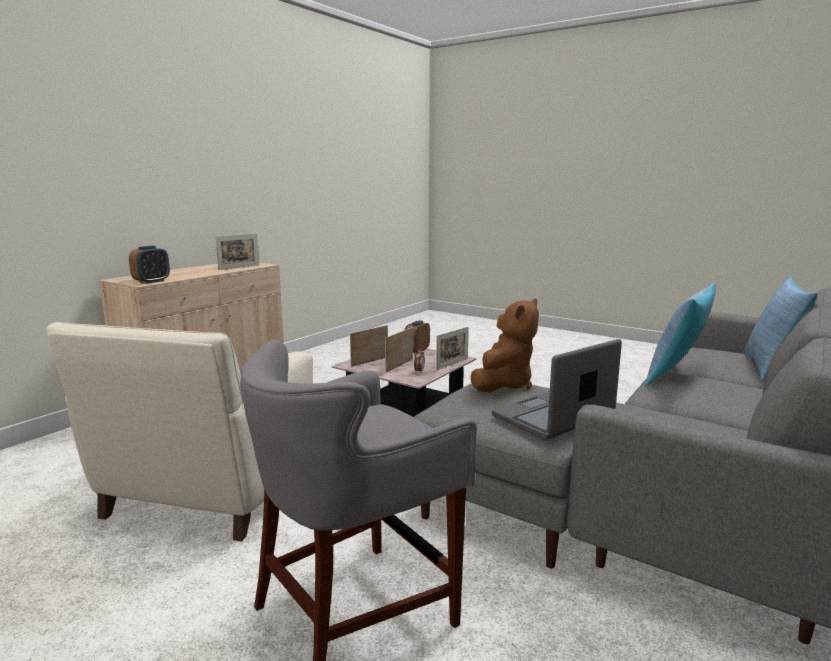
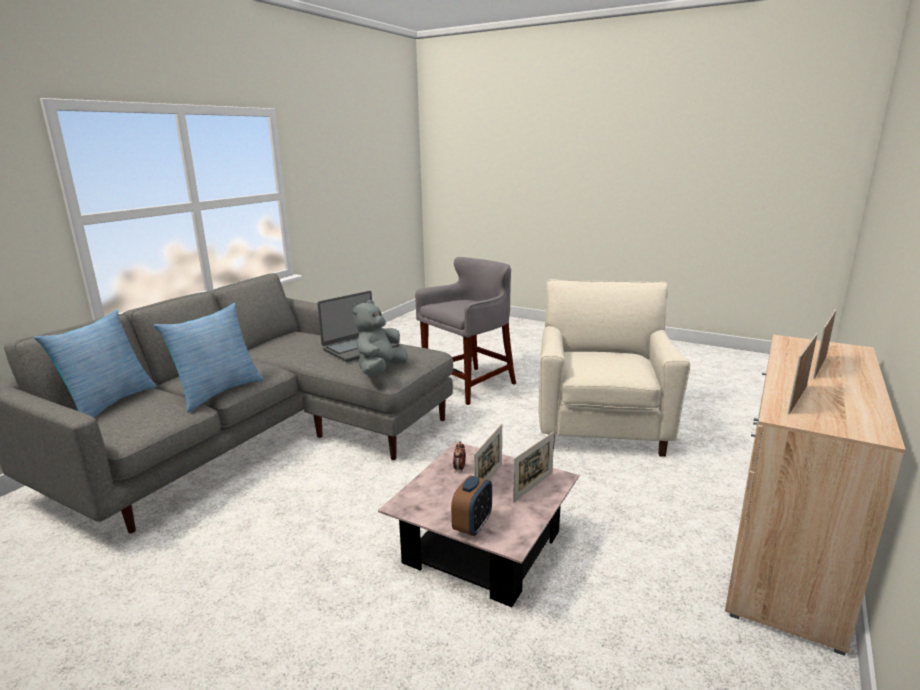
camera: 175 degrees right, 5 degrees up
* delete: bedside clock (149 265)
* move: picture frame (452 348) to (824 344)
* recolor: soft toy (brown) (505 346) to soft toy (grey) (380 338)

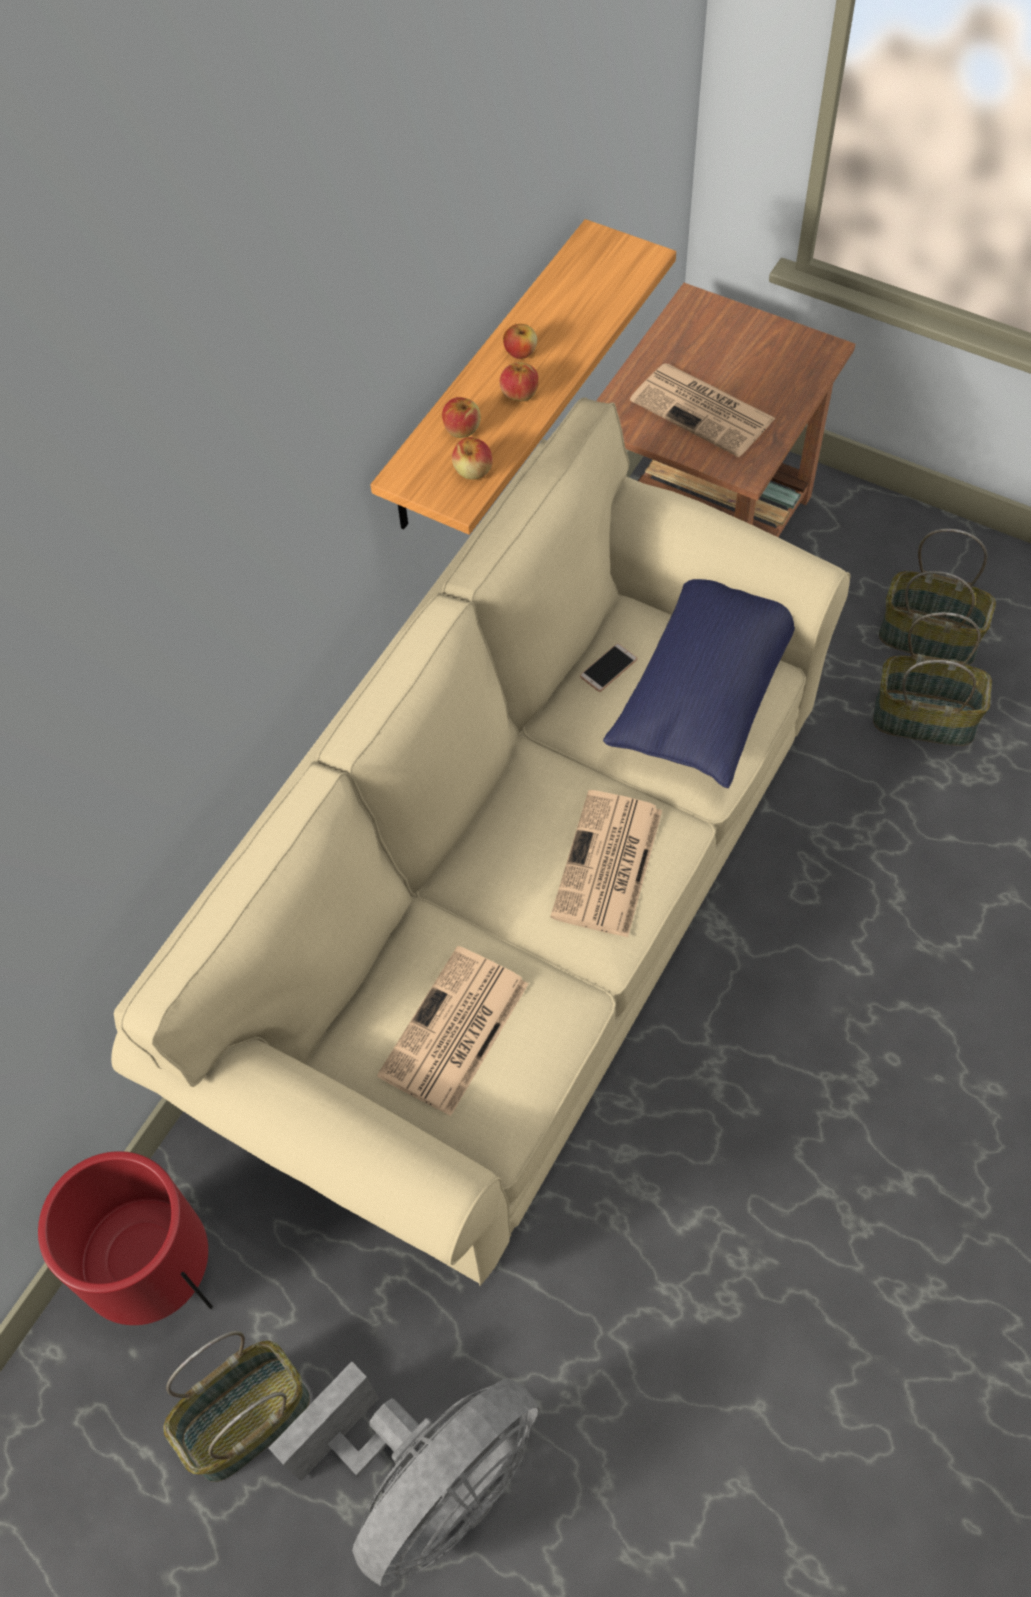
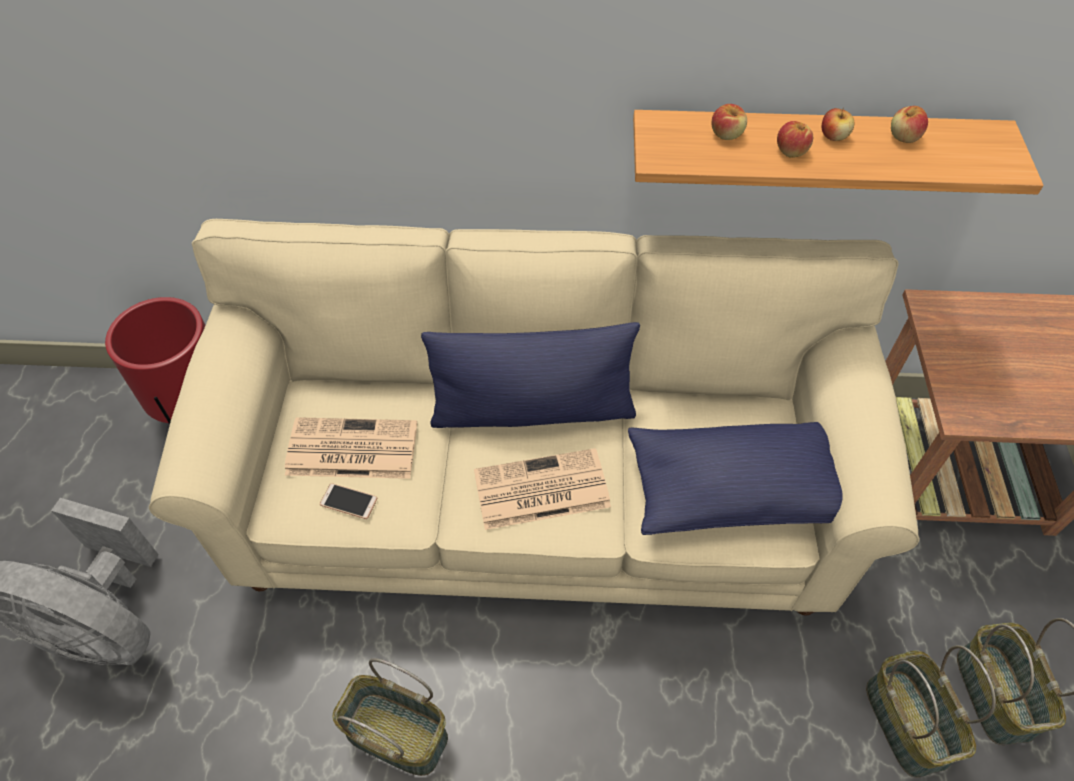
camera: 60 degrees right, 5 degrees down
* move: basket (236 1406) to (390 717)
* move: whole apple (472 458) to (909 124)
* move: phone (608 667) to (348 501)
* delete: printed paper (703 410)
* insert: pillow (blue-coloured) (530 375)

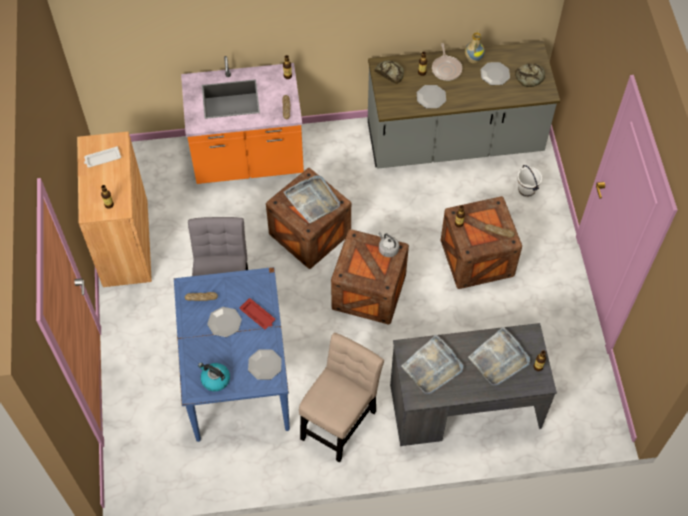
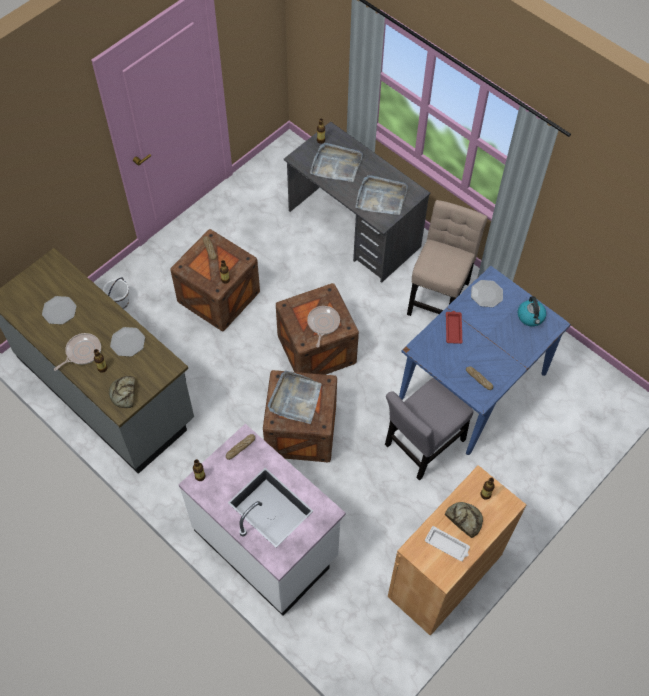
camera: 130 degrees left, 0 degrees up
* recolor: counter (orange) (242 120) to counter (white-coloured) (262 520)
* delete: flat dish (224 322)
* rotate: chair (sand-coloured) (341 397) = (447 258) 120 degrees clockwise
* delete: tea kettle (grey) (388 244)
* delete: vase (475 46)
* move: bakery bread (530 75) to (464 520)
* insert: frying pan (323 326)

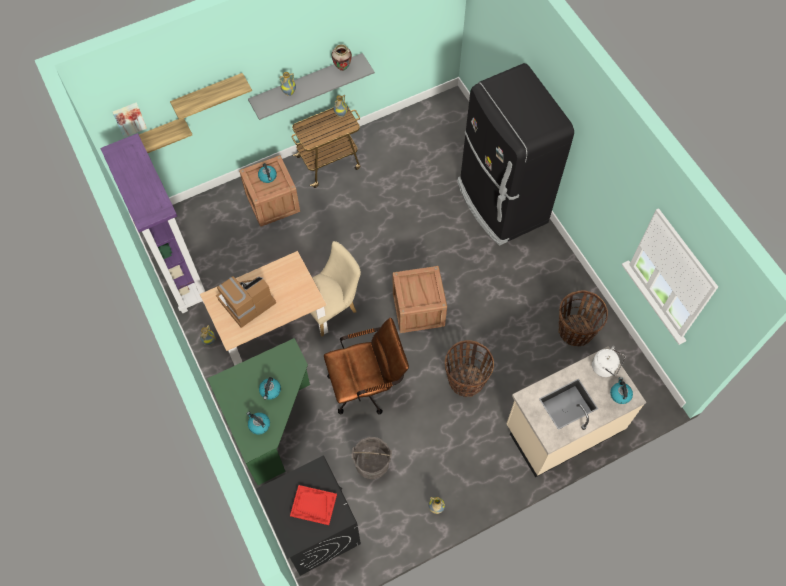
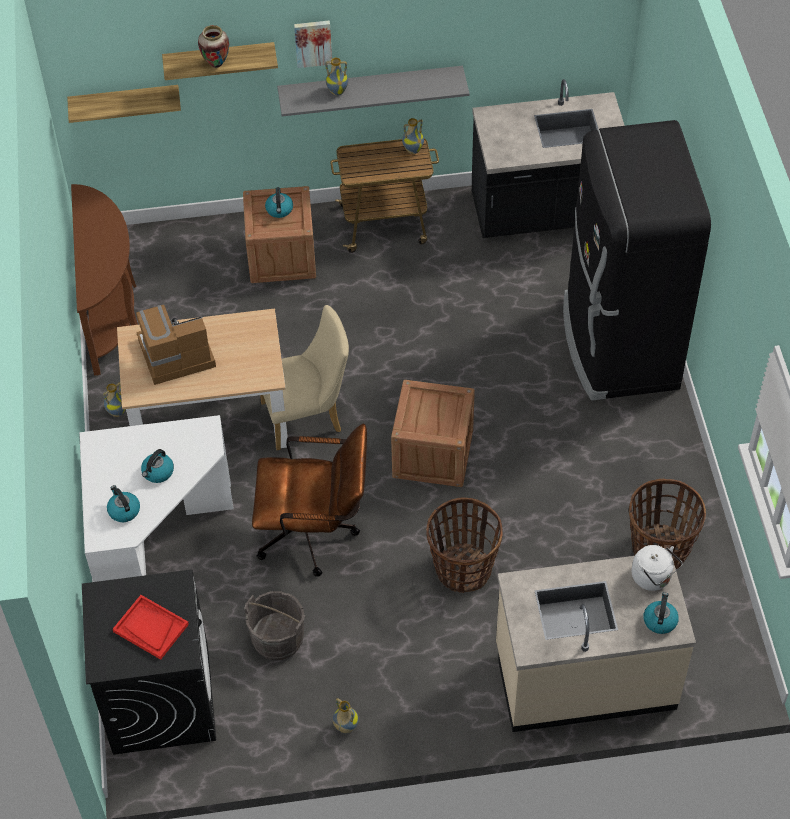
camera: 20 degrees right, 10 degrees down
* replace: bookshelf (purple-coloured) (152 223) to hall table (brown) (104 280)
* move: wall art (130 119) to (313 44)
* recolor: desk table (green) (258 411) to desk table (white-coloured) (156 498)
* move: vase (342 57) to (213 46)
* insert: counter (black) (548 158)

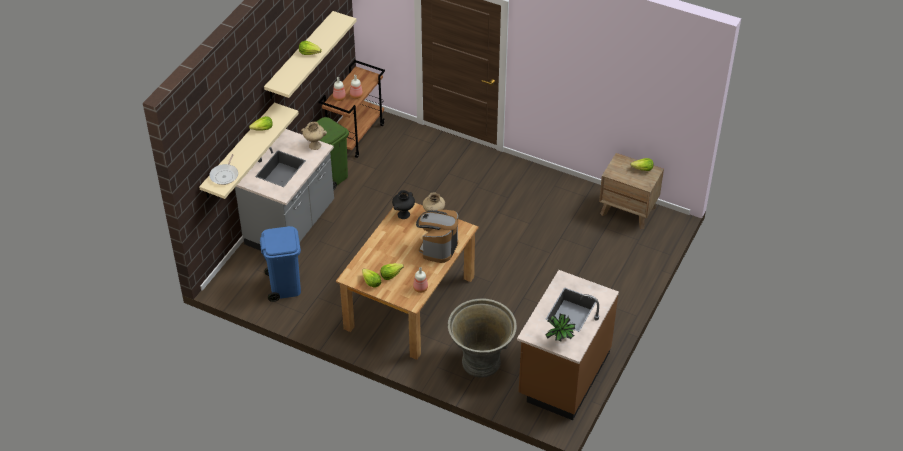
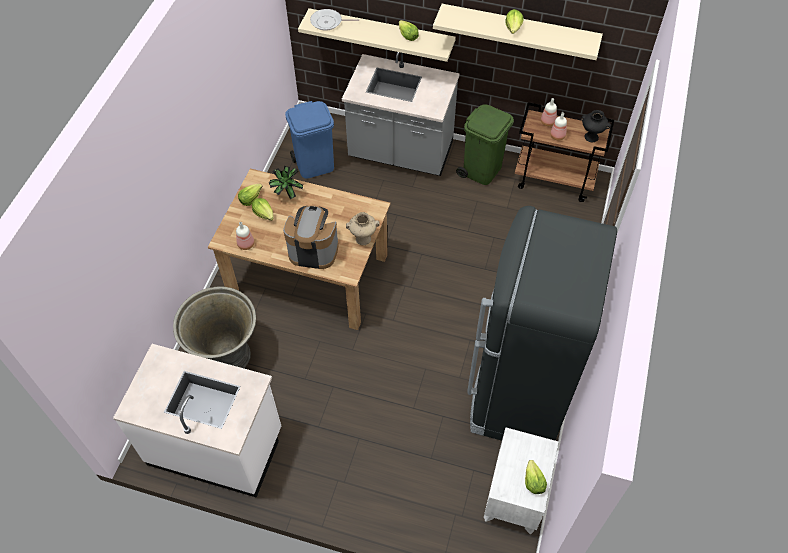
camera: 80 degrees right, 10 degrees up
* delete: vase (sand-coloured) (314 136)
* move: vase (black) (403 204) to (596 126)
* recolor: counter (brown) (568 345) to counter (white-coloured) (197 421)
* move: plant in a pot (560 327) to (286 182)
* recolor: nightstand (brown) (631 191) to nightstand (white-coloured) (521 481)
* insert: fridge (black) (542 323)

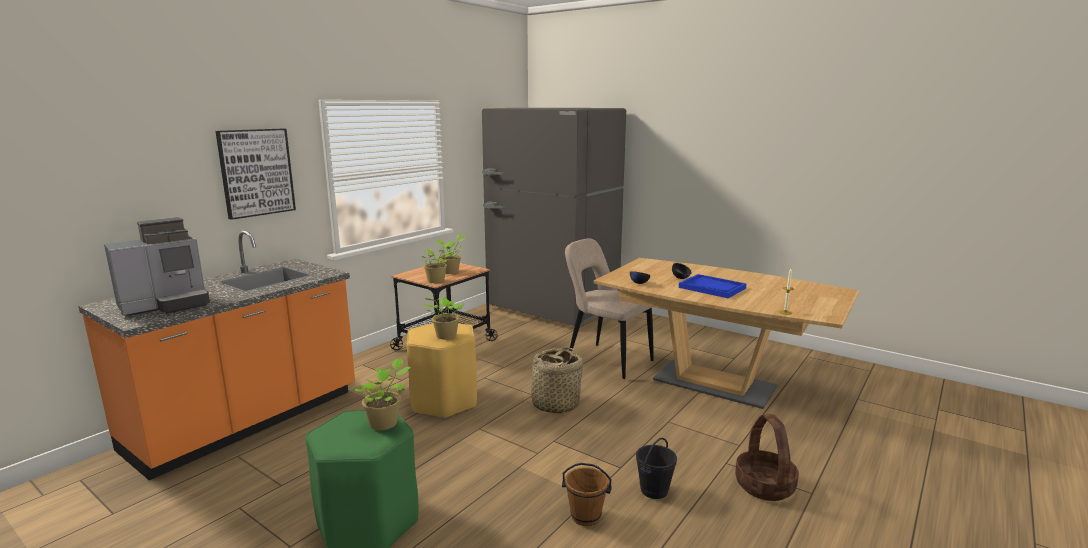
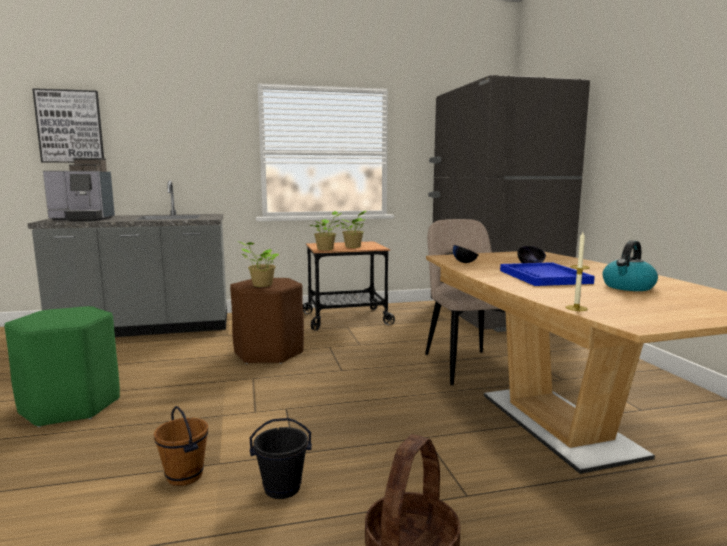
camera: 40 degrees right, 5 degrees down
* recolor: counter (orange) (216 355) to counter (grey) (127 258)
* move: wall art (255 174) to (68 125)
* delete: plant in a pot (381 394)
* recolor: stool (yellow) (441 370) to stool (brown) (267 321)
* delete: basket (553 380)
* insert: tea kettle (630 265)

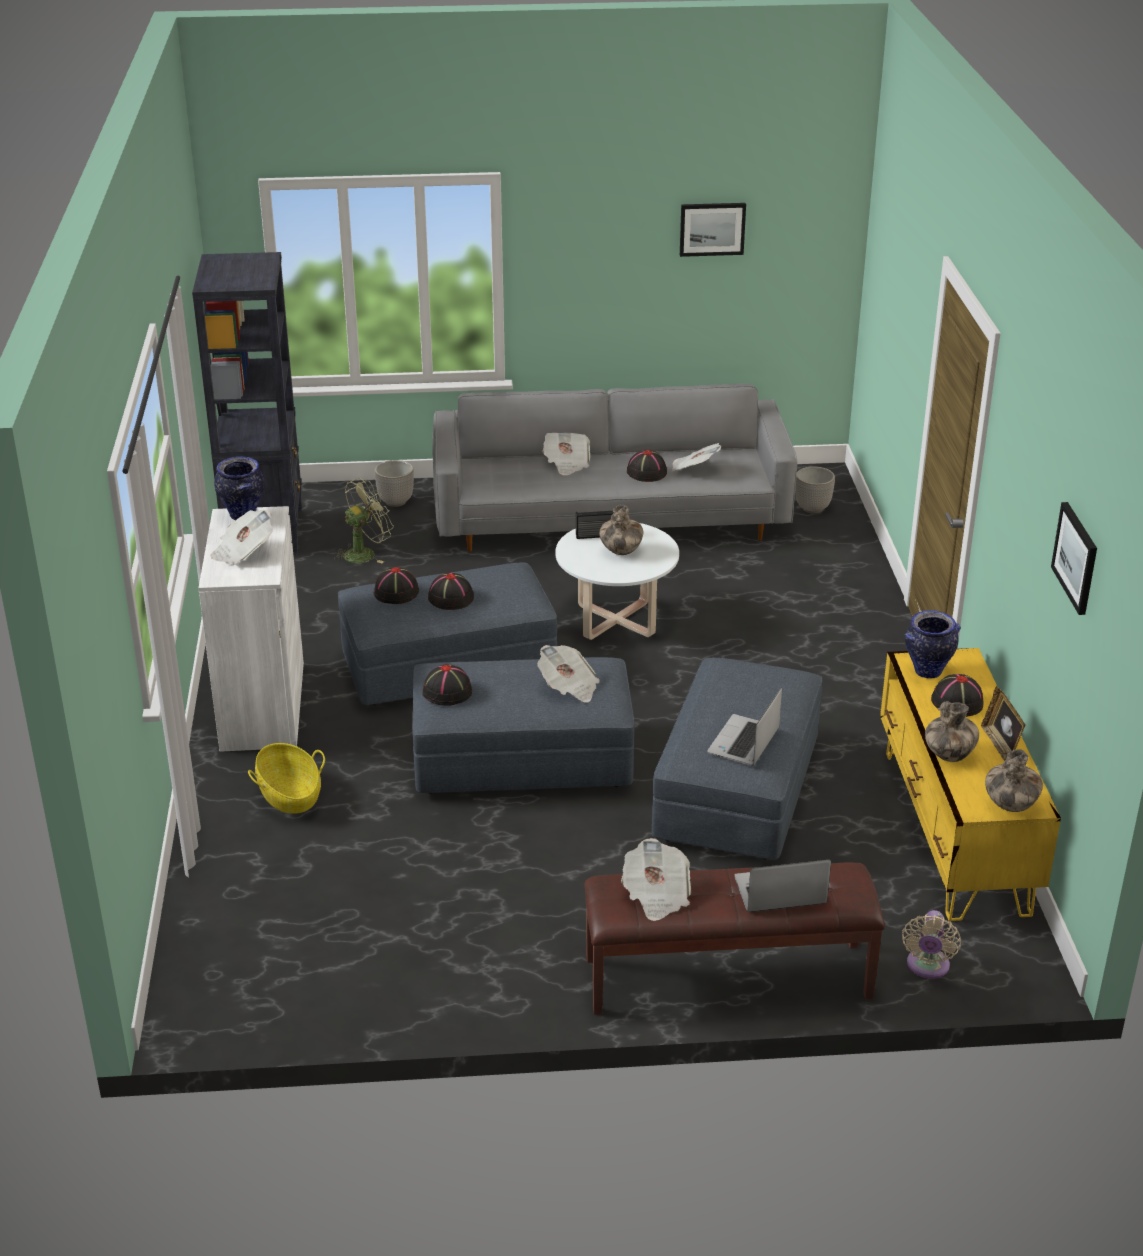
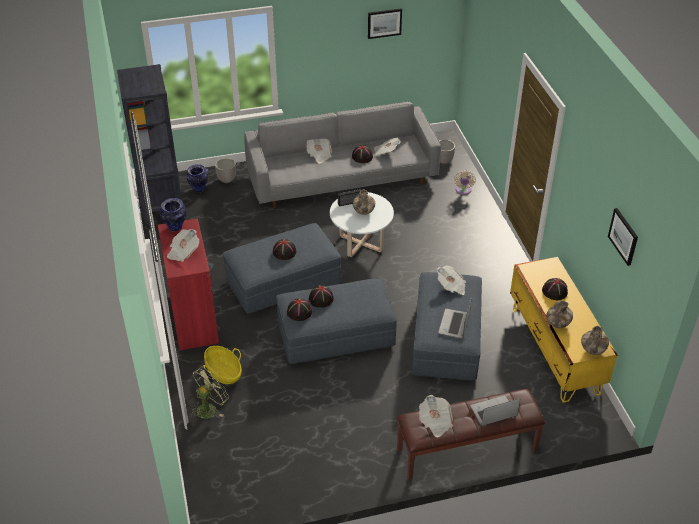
camera: 10 degrees left, 10 degrees up
* recolor: cupboard (white-coloured) (251 629) to cupboard (red-coloured) (188 284)
* move: cooling fan (green) (364 520) to (210 393)
* move: hat (black) (396 585) to (321 296)
* move: printed paper (568 674) to (451 280)
* move: cooling fan (sand-coloured) (931 944) to (465 182)
* move: vase (933 644) to (196 178)
* delete: picture frame (1003 723)

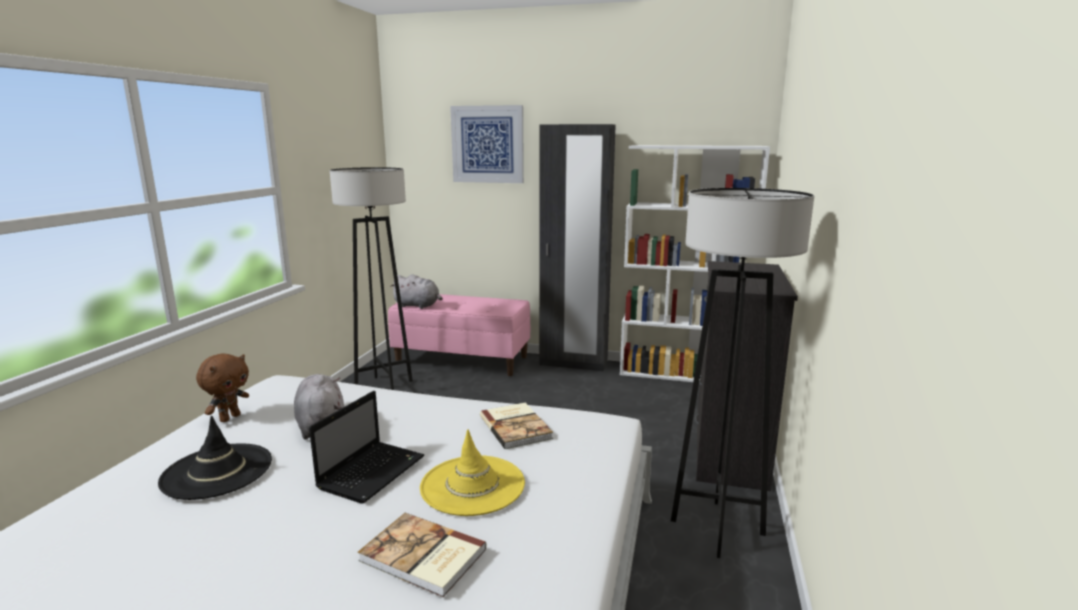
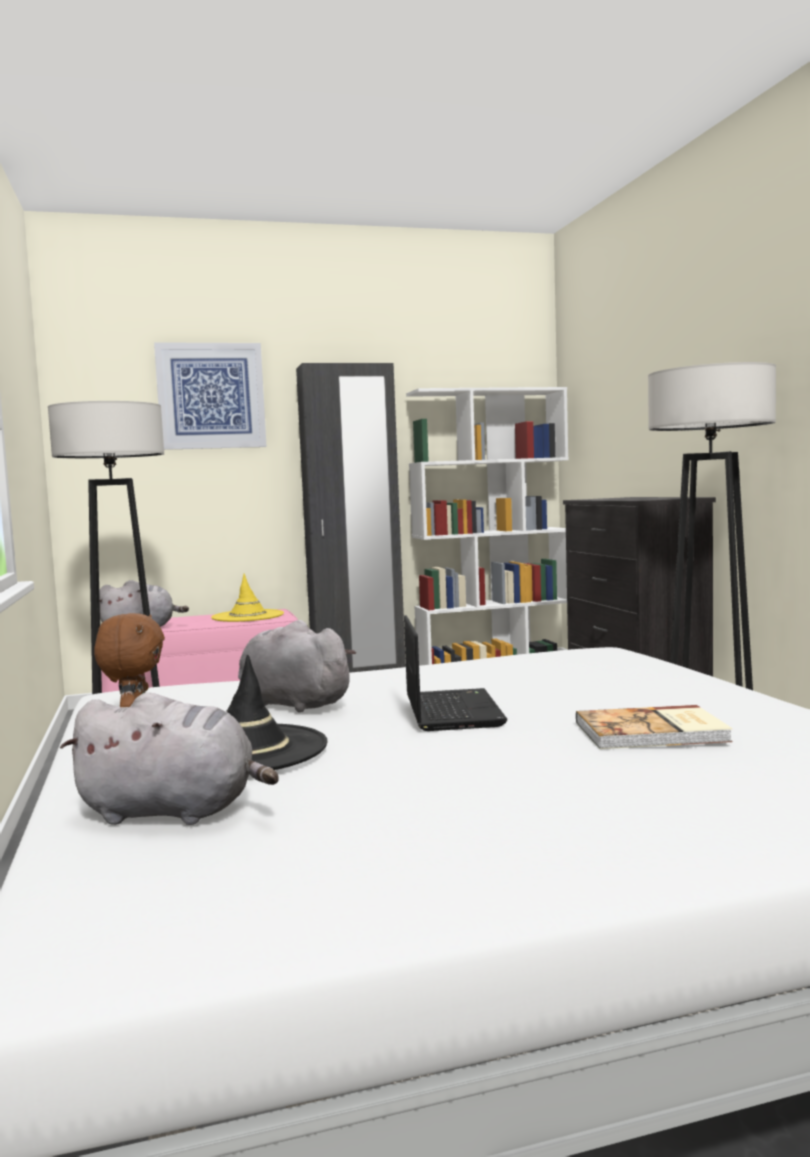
camera: 30 degrees left, 10 degrees down
* move: hat (yellow) (472 472) to (247 598)
* delete: book (516 426)
* insert: soft toy (grey) (169 758)

